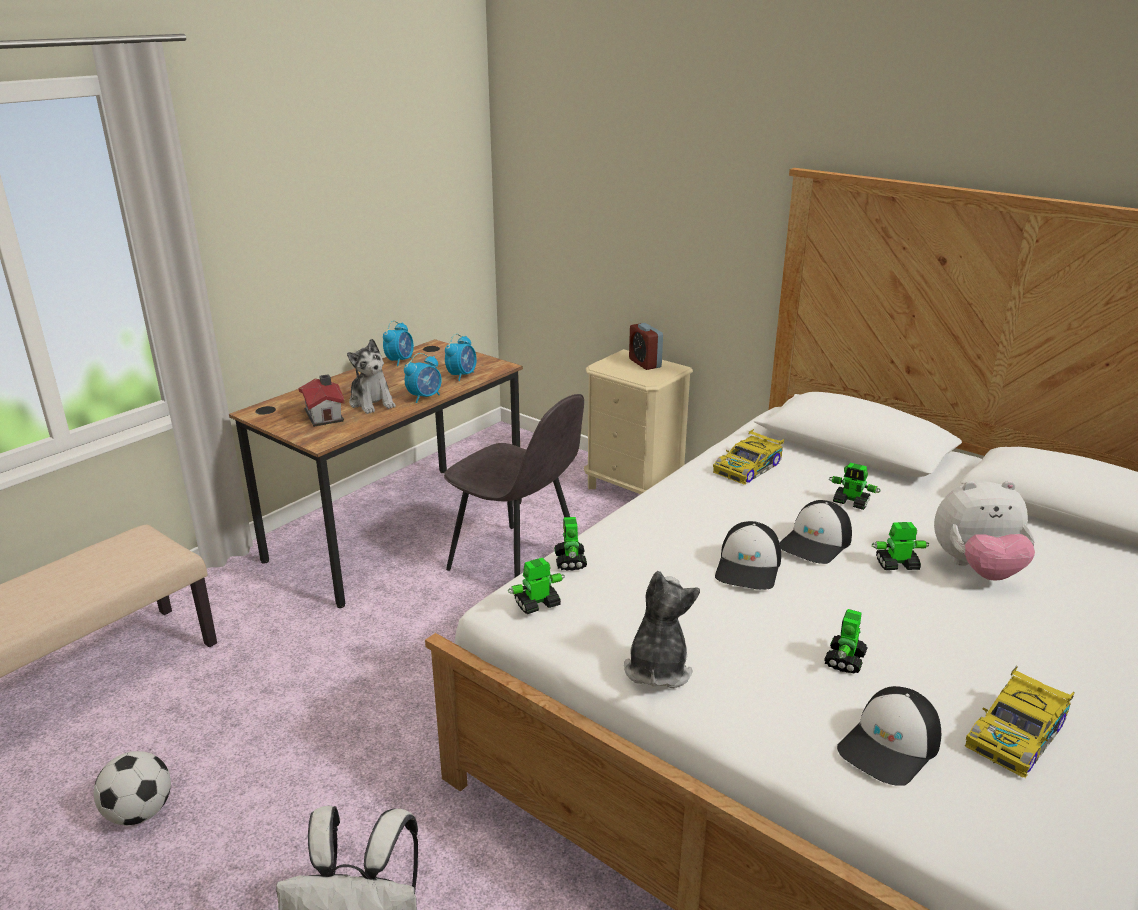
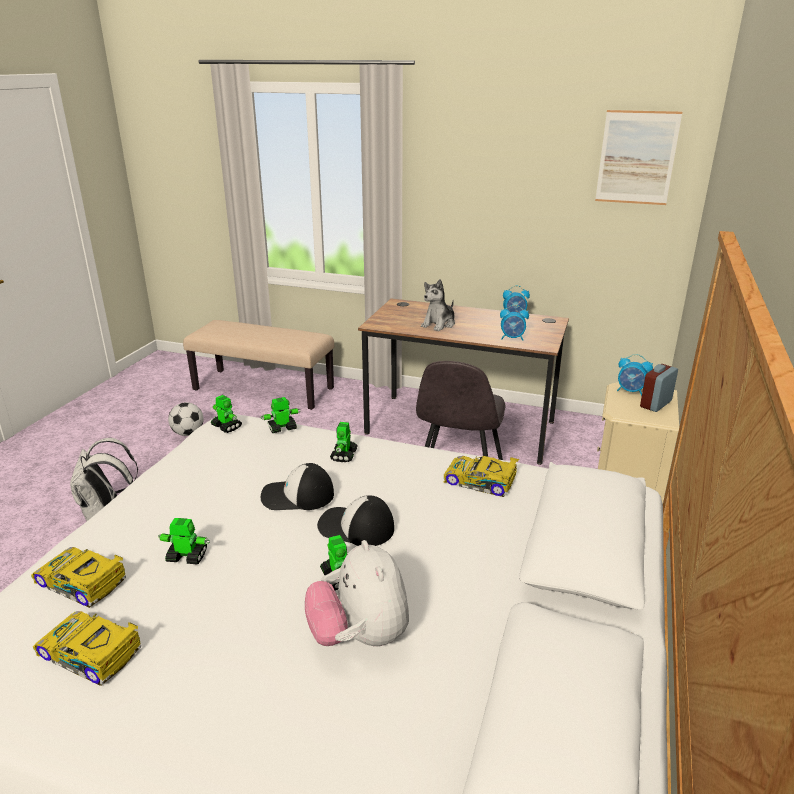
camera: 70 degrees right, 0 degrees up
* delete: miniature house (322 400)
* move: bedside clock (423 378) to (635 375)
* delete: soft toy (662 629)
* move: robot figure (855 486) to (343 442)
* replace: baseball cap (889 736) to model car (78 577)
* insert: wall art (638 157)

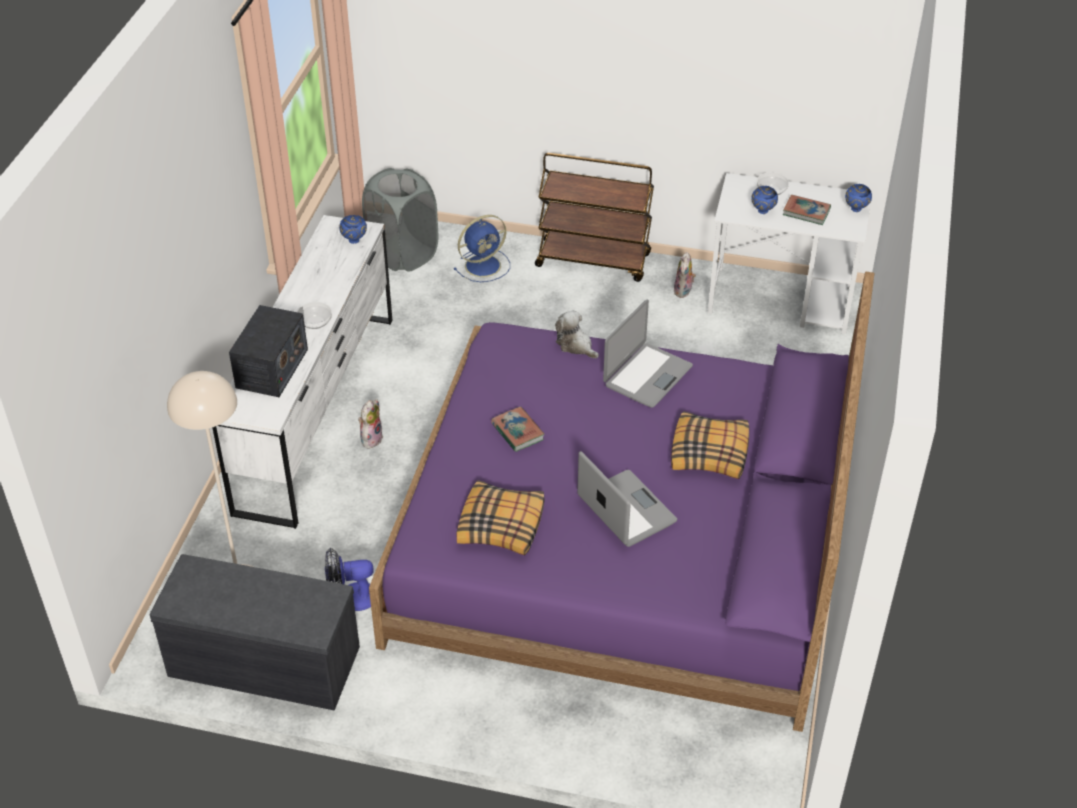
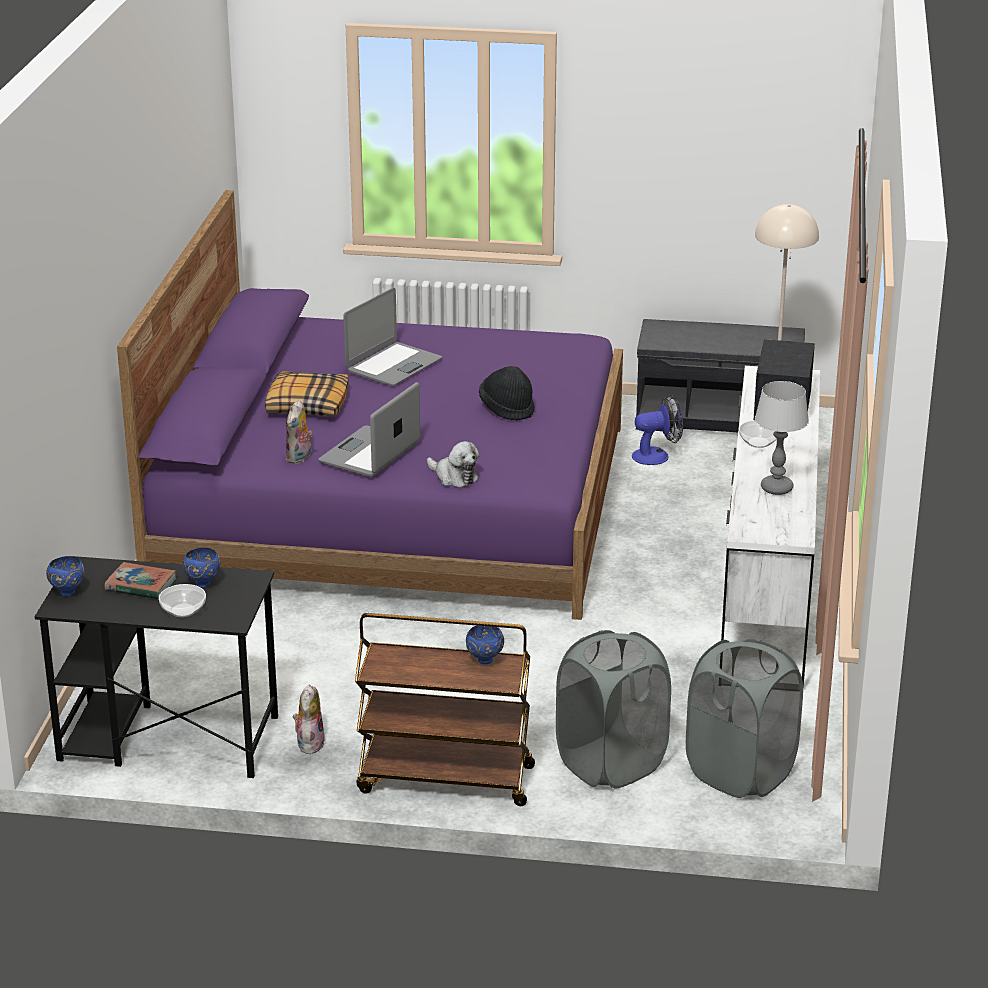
camera: 175 degrees right, 15 degrees down
* move: deep dish (blue-coloured) (353 229) to (485 645)
* move: soft toy (370 424) to (299 432)
* replace: cooling fan (blue-coloured) (482 248) to washing basket (grey) (613 709)
* delete: pillow (500 517)
* replace: book (518 429) to hat (black) (507 393)
* rotate: laptop (627 499) = (392 337) 105 degrees counterclockwise
* recolor: desk table (white-coloured) (789 253) to desk table (black) (156 667)
* insert: tabletop lamp (782 438)

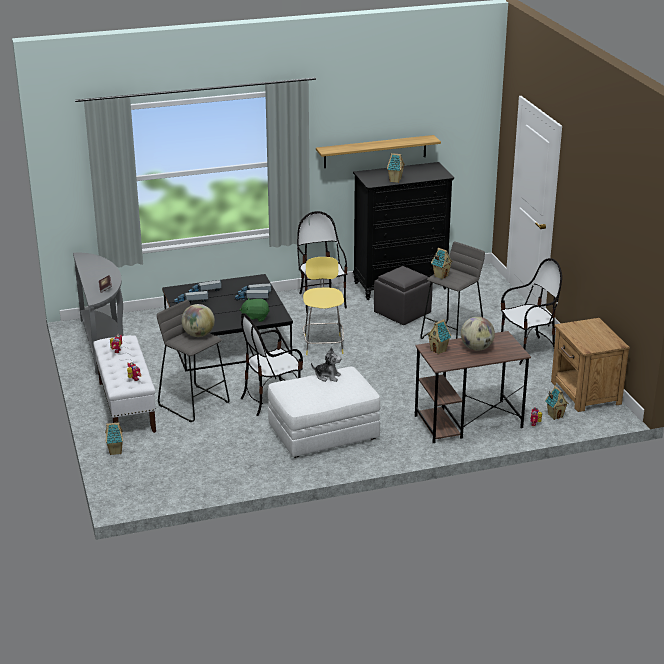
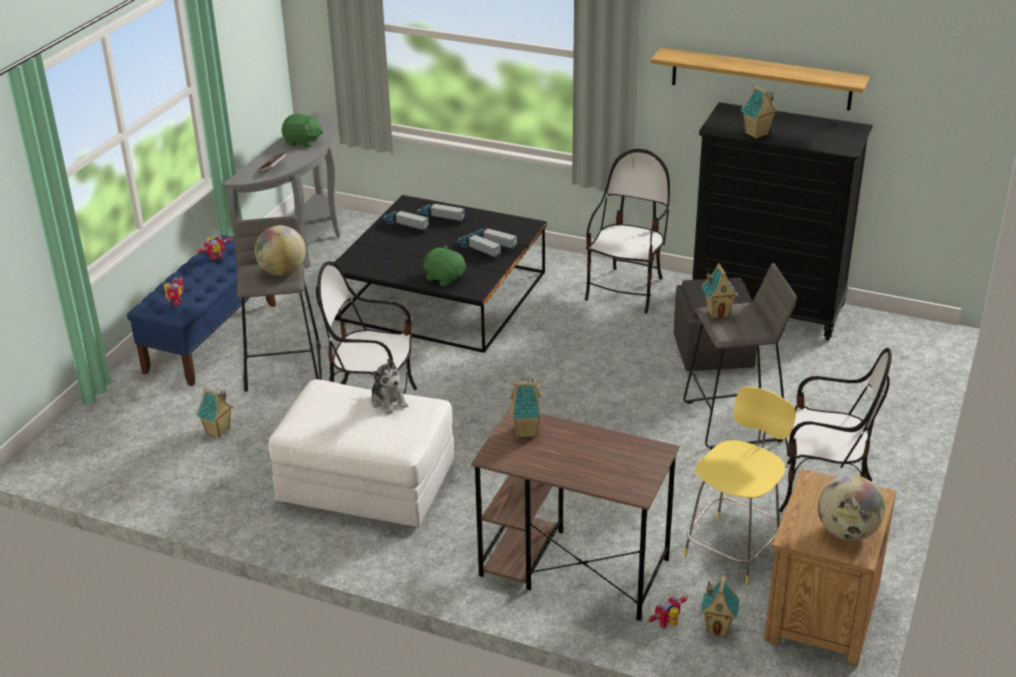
camera: 40 degrees right, 5 degrees up
* recolor: indoor bench (white-coloured) (124 384) to indoor bench (blue-coloured) (201 310)
* move: miniature house (114 438) to (214 413)
* move: stool (yellow) (323 306) to (740 485)
* move: globe (478 334) to (851 508)
* insert: soft toy (green) (302 130)

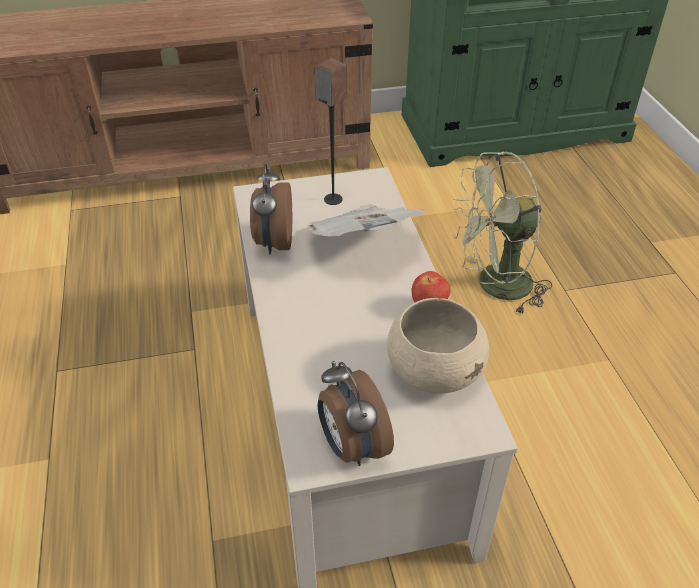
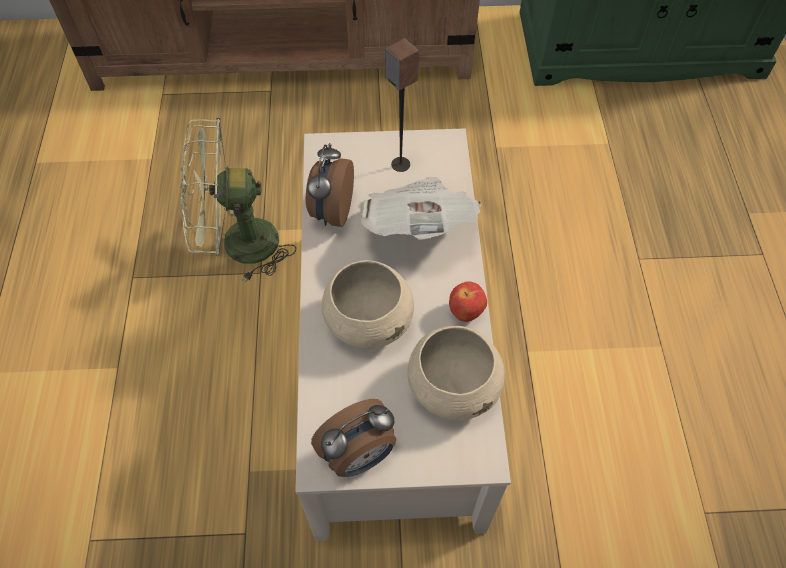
camera: 10 degrees right, 15 degrees up
* rotate: bedside clock (356 413) = (353 438) 105 degrees counterclockwise
* move: cooling fan (green) (502 234) to (238 200)
* insert: deep dish (sand-coloured) (368 304)

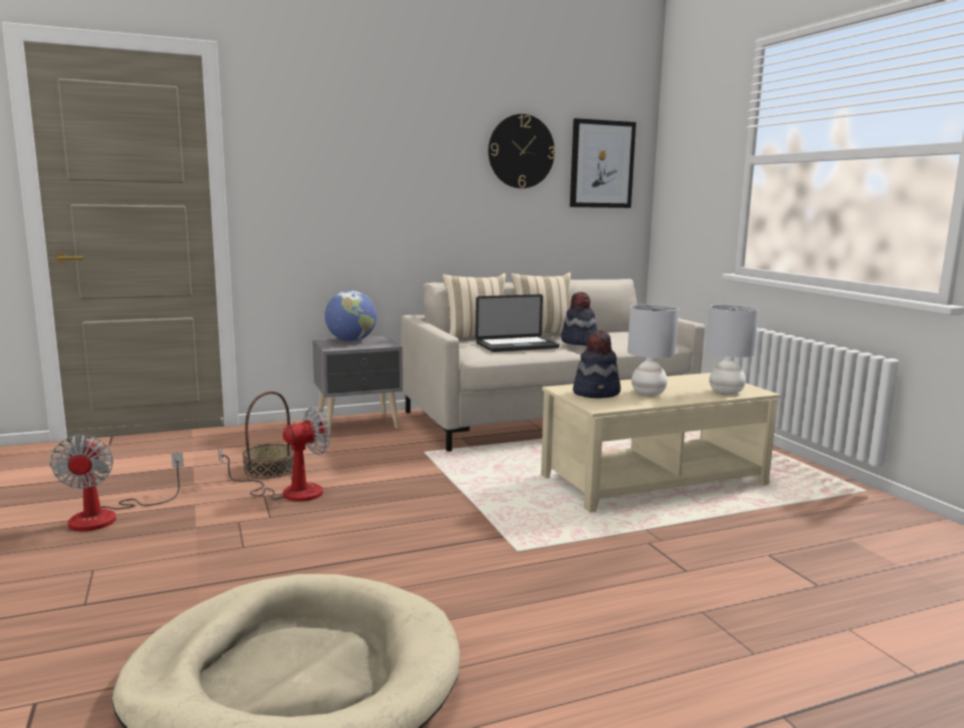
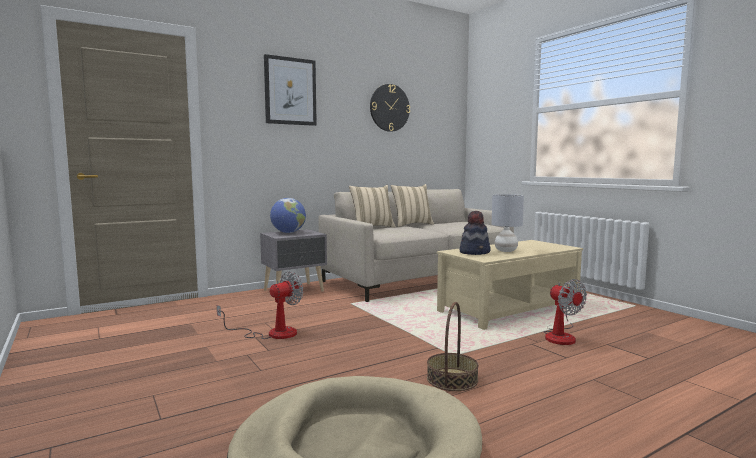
camera: 10 degrees left, 5 degrees down
* move: cooling fan (117 483) to (565 312)
* move: basket (268 434) to (453 346)
* delete: laptop (517 323)
* delete: hat (579 319)
* move: wall art (603 163) to (290 90)
* delete: tabletop lamp (grey) (732 349)

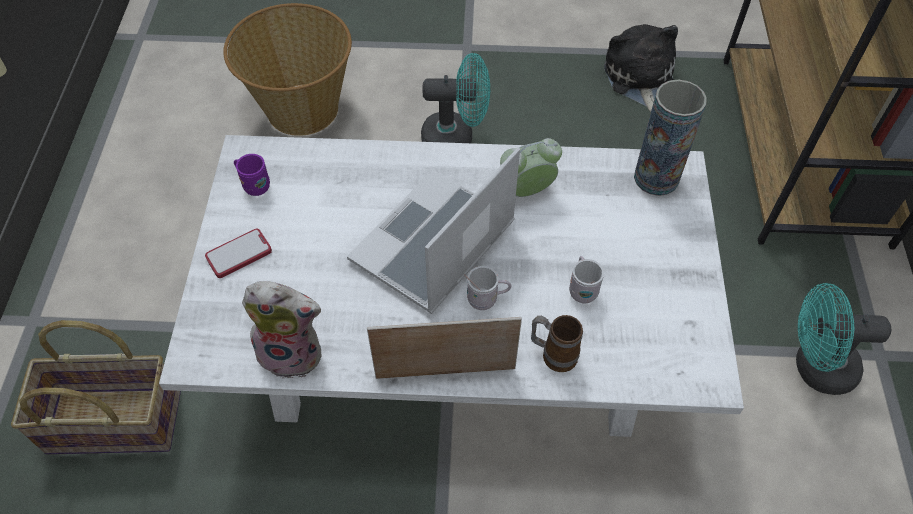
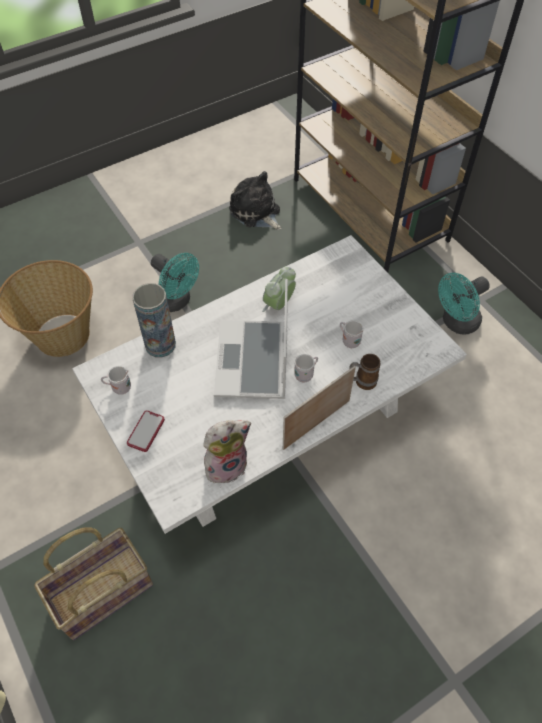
camera: 35 degrees left, 0 degrees up
* recolor: tea mug (purple-coloured) (252 175) to tea mug (white-coloured) (116 380)
* rotate: cooling fan (turquoise-coloured) (455 98) = (175 282) 75 degrees clockwise
* move: vase (670 138) to (154 320)

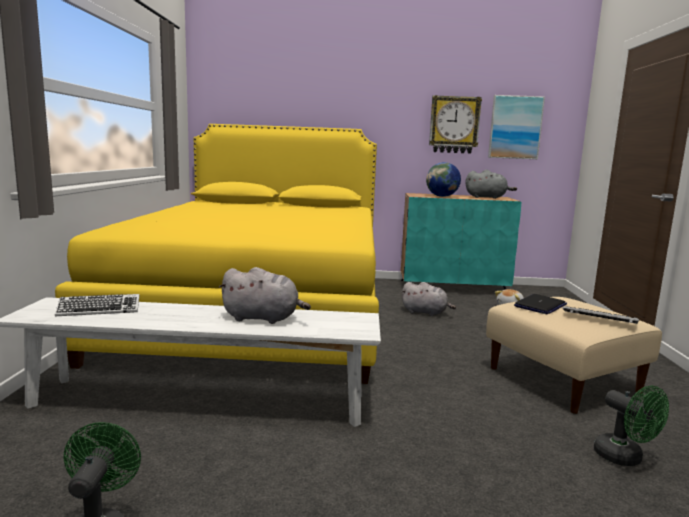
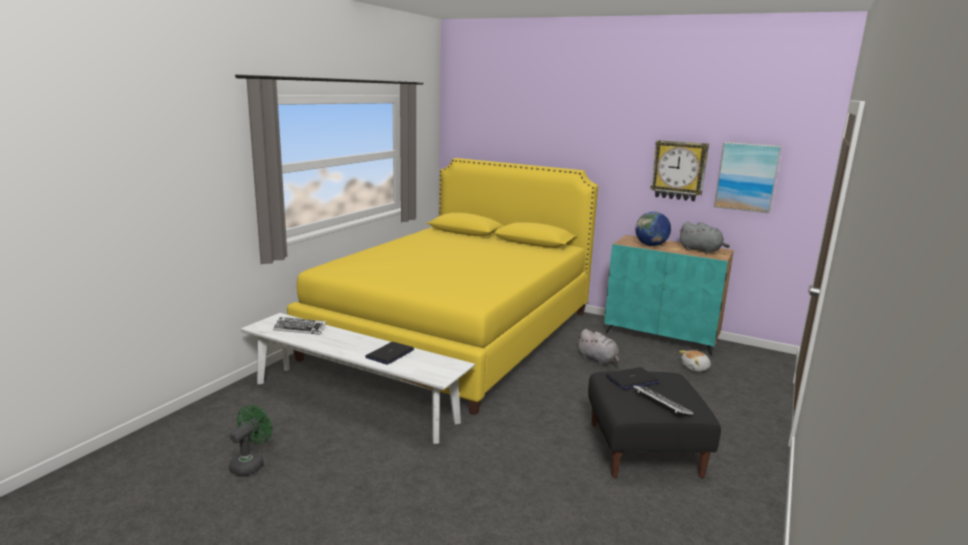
camera: 25 degrees right, 5 degrees up
* replace: soft toy (grey) (264 295) to laptop (389 353)
* recolor: pouffe (sand-coloured) (574 355) to pouffe (black) (654 424)
* delete: cooling fan (green) (631 426)

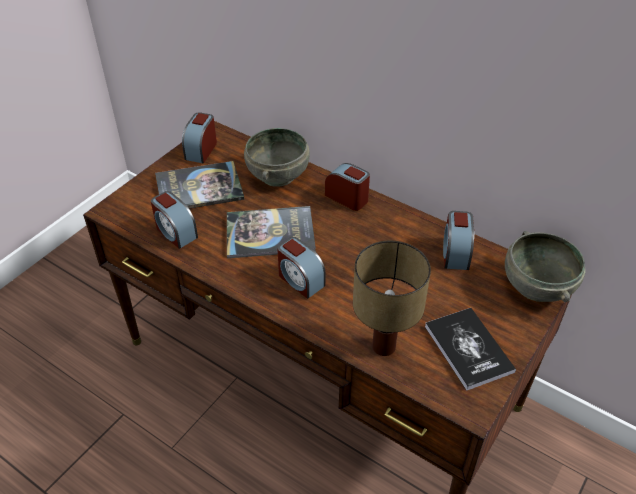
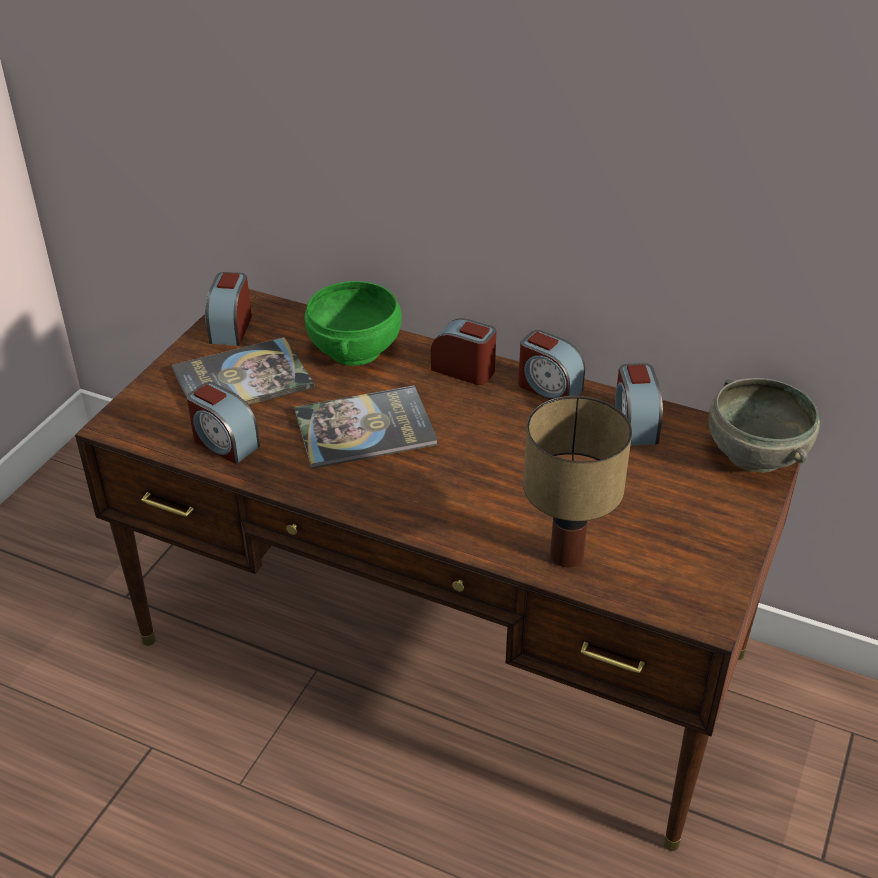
camera: 10 degrees left, 5 degrees down
* recolor: deep dish (grey) (277 157) to deep dish (green) (353 323)
* move: bedside clock (301 268) to (551 365)
* delete: book (470 349)

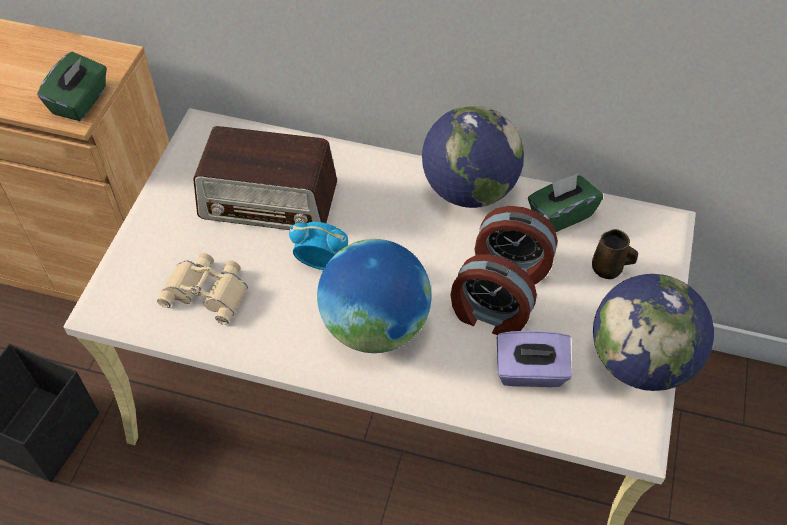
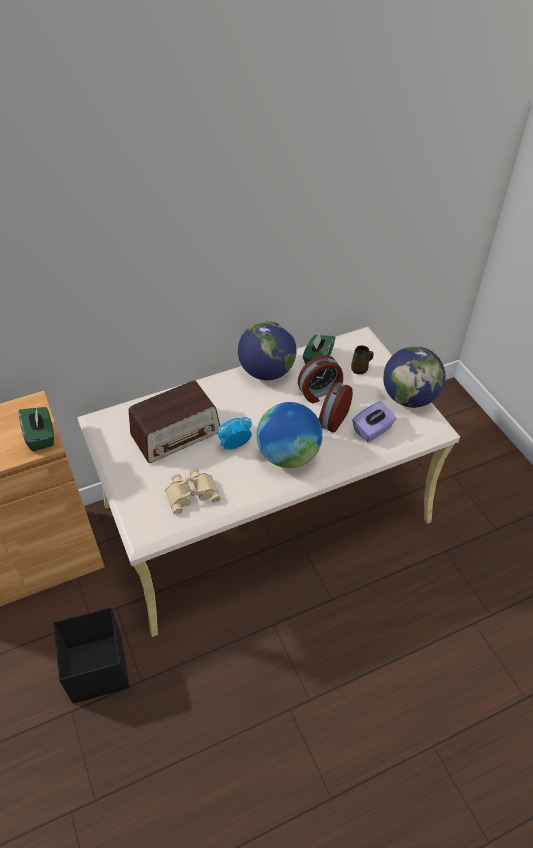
camera: 40 degrees left, 5 degrees down
* rotate: bedside clock (494 294) = (336 407) 135 degrees clockwise

